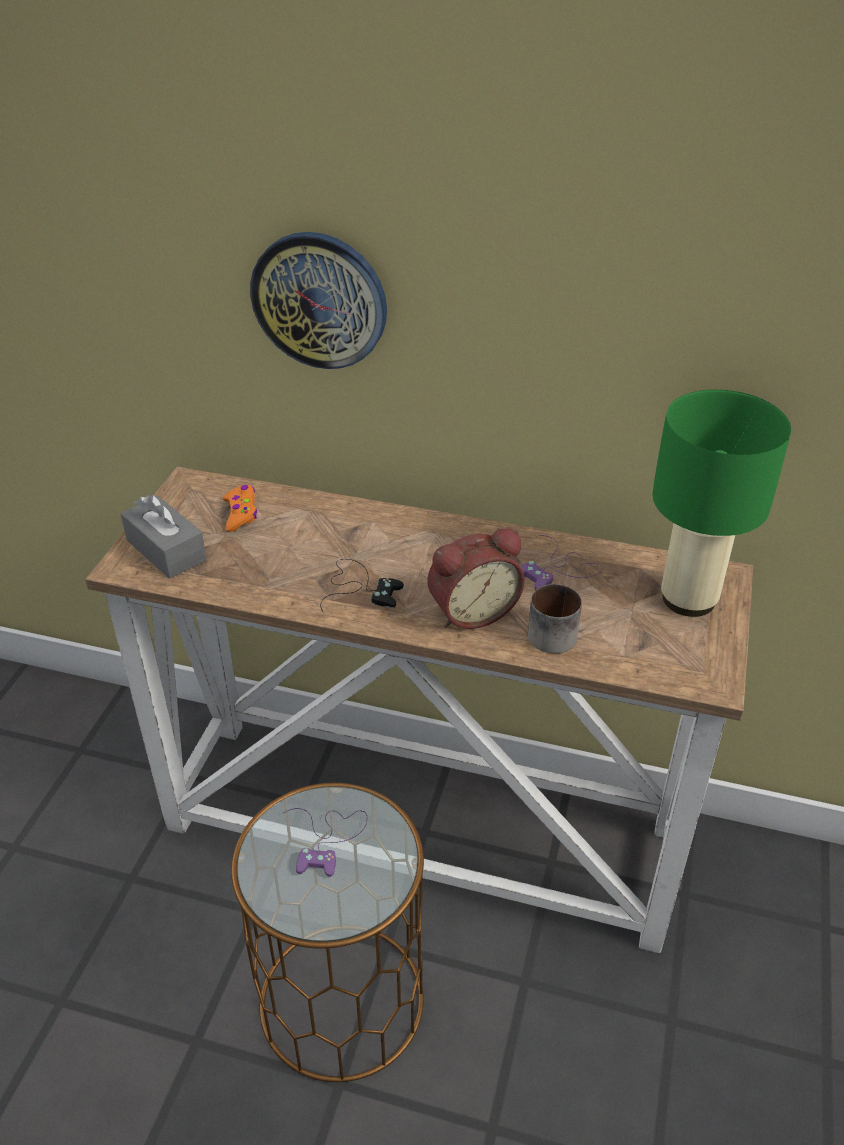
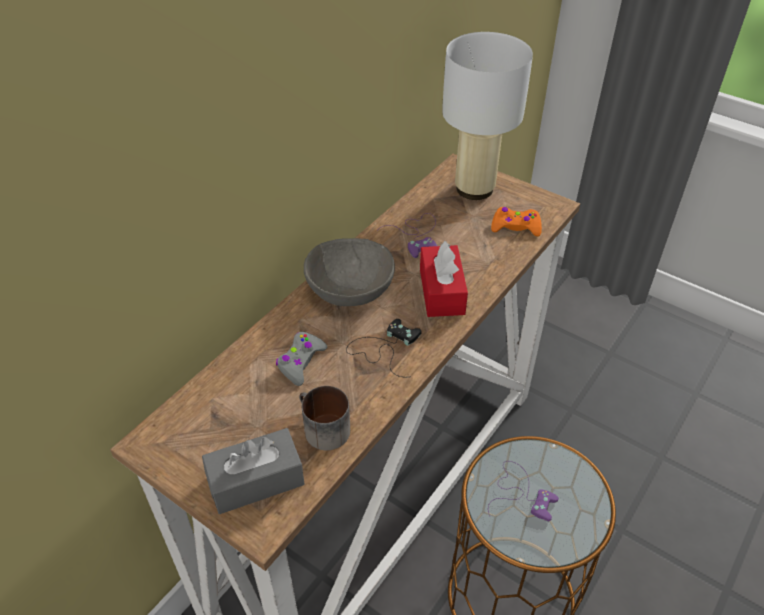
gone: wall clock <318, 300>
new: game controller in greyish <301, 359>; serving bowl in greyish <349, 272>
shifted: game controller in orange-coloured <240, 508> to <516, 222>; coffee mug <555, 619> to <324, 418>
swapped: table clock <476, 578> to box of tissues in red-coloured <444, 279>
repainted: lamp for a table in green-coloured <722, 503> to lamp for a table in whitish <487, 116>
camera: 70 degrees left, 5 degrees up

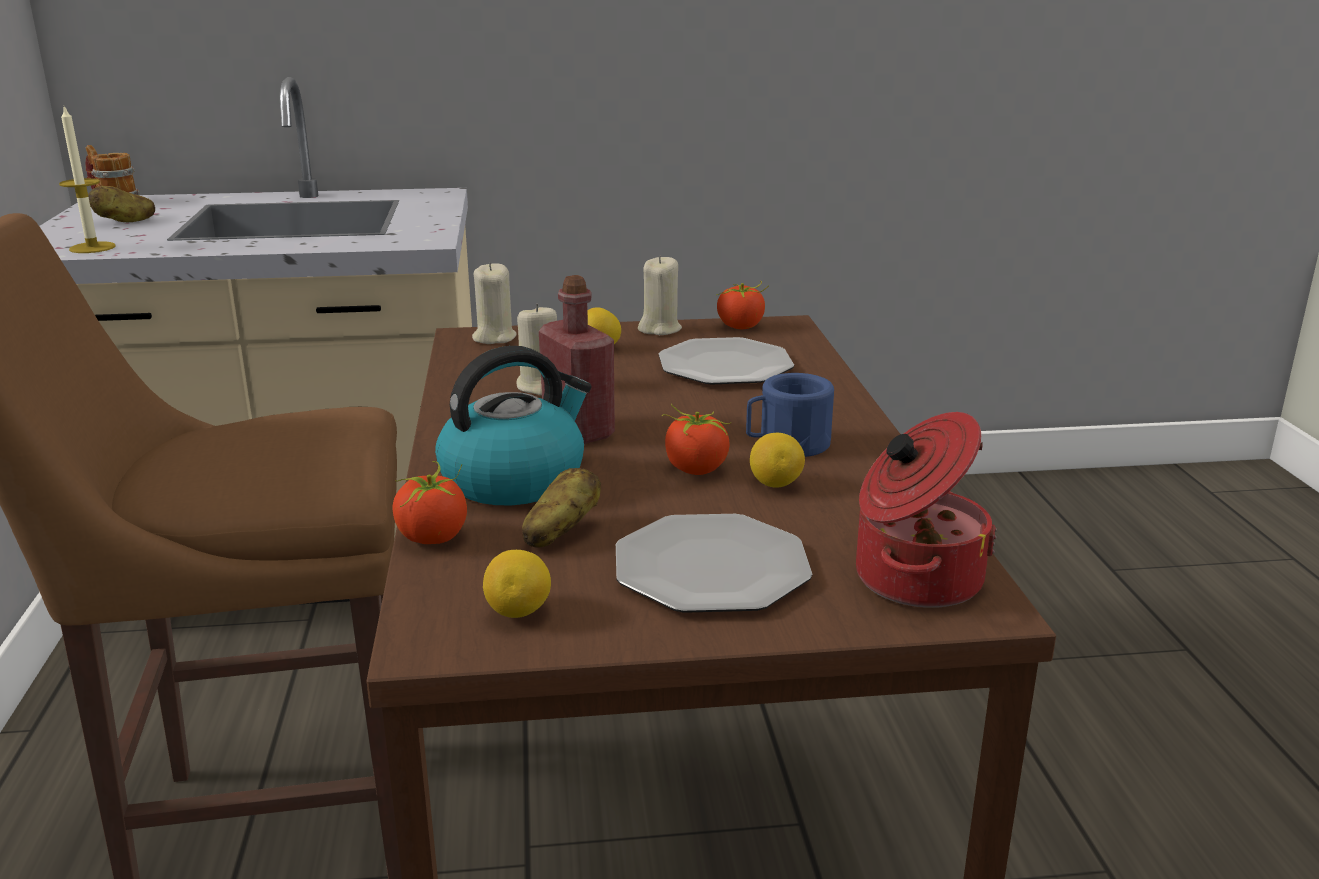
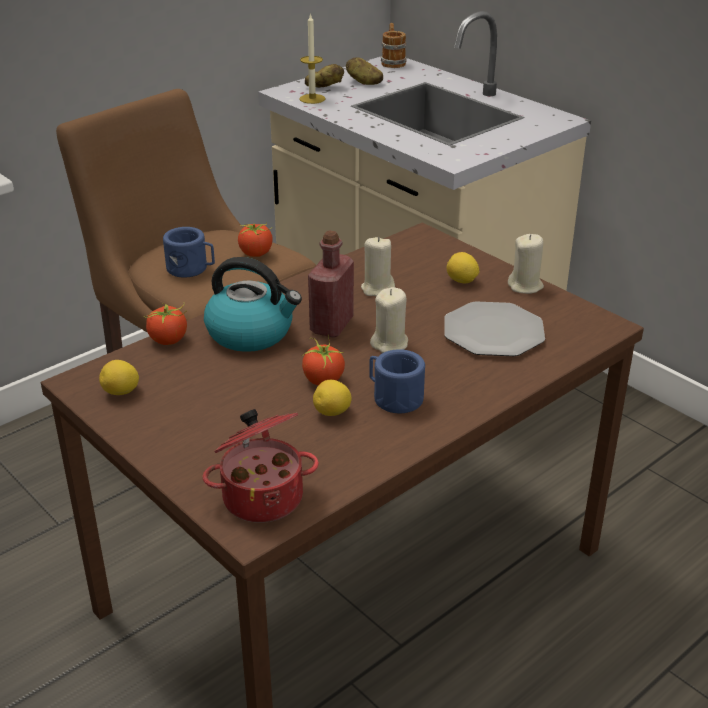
gone: dinner plate <714, 563>
new: coffee mug in blue <189, 252>
shifted: candle in sand-coloured <494, 303> to <389, 320>; whole potato <561, 508> to <324, 75>; tomato <743, 305> to <255, 239>
camera: 55 degrees right, 10 degrees up

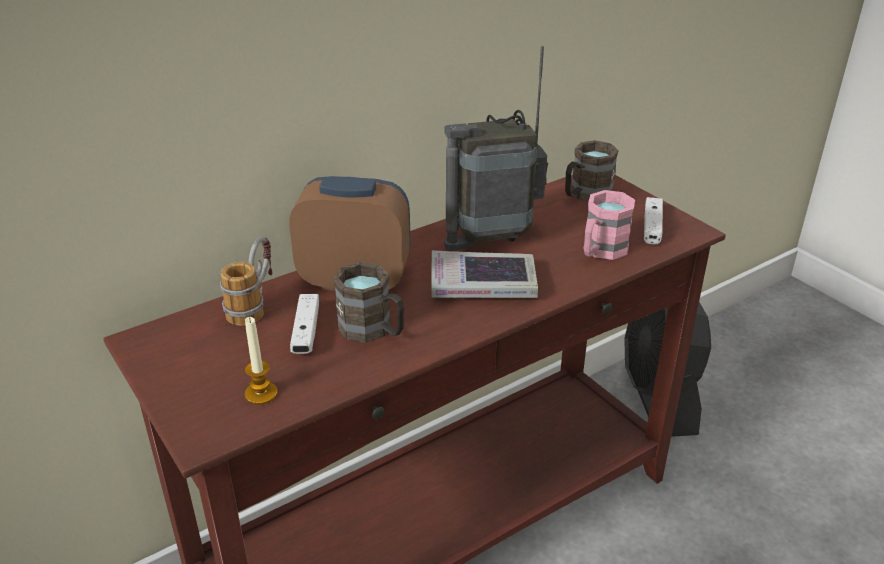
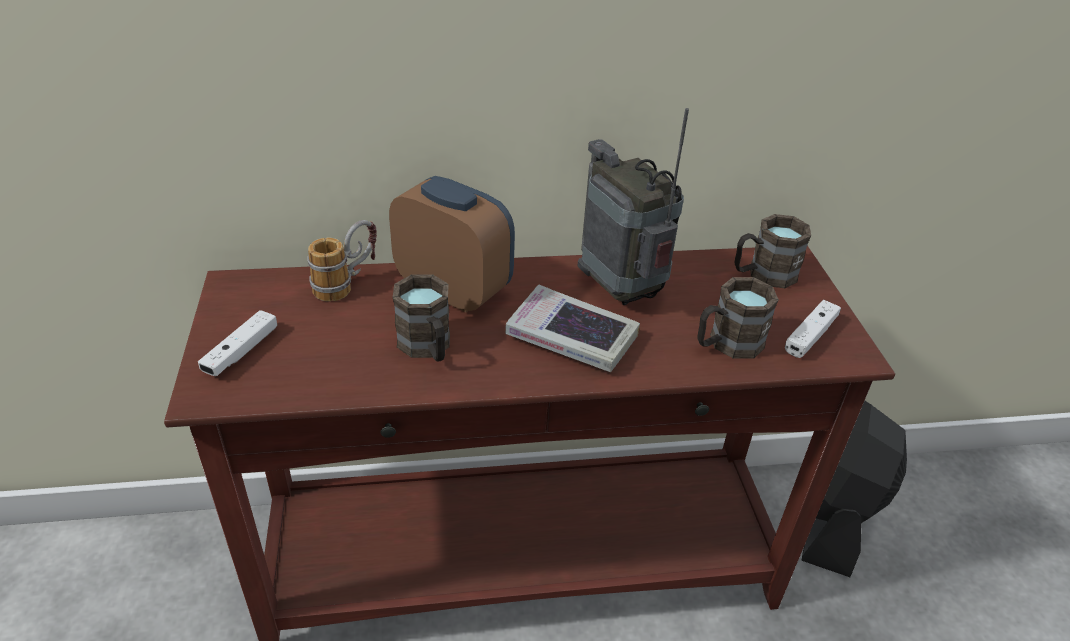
gone: candle <261, 361>
shifted: game controller in whitish <304, 324> to <237, 343>
repainted: coffee mug in pink <609, 225> to coffee mug in brown-coloured <738, 318>
rotated: radio <496, 148> = <633, 206> 45 degrees clockwise
camera: 25 degrees right, 5 degrees up

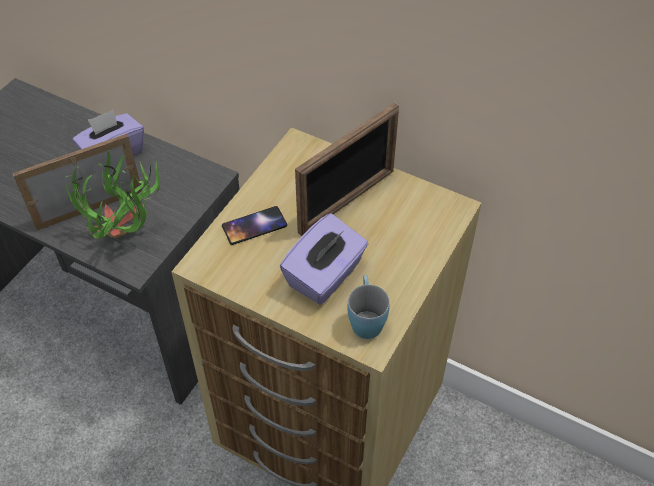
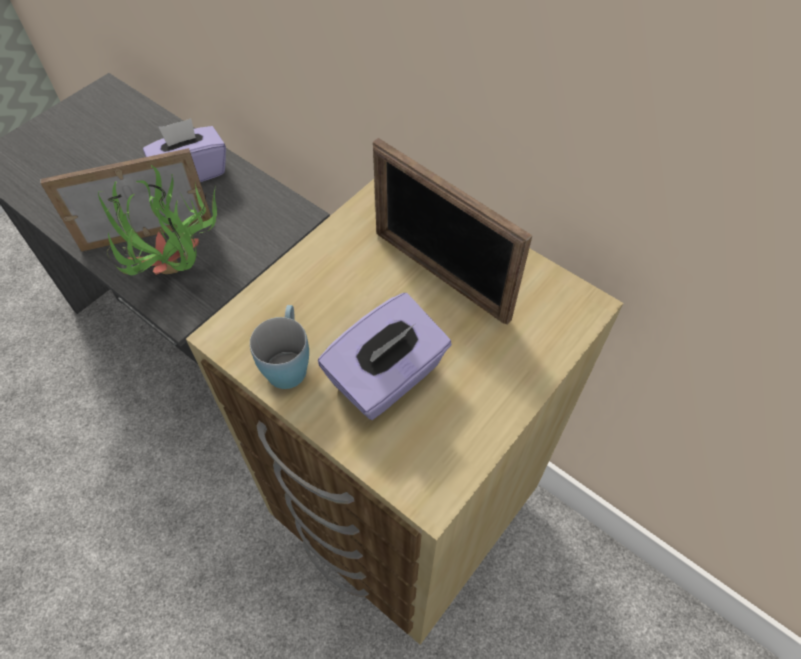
gone: handset <254, 225>
shifted: coffee mug in blue <369, 307> to <279, 347>
rotated: picture frame <347, 169> = <453, 231> 75 degrees clockwise
camera: 10 degrees right, 5 degrees up

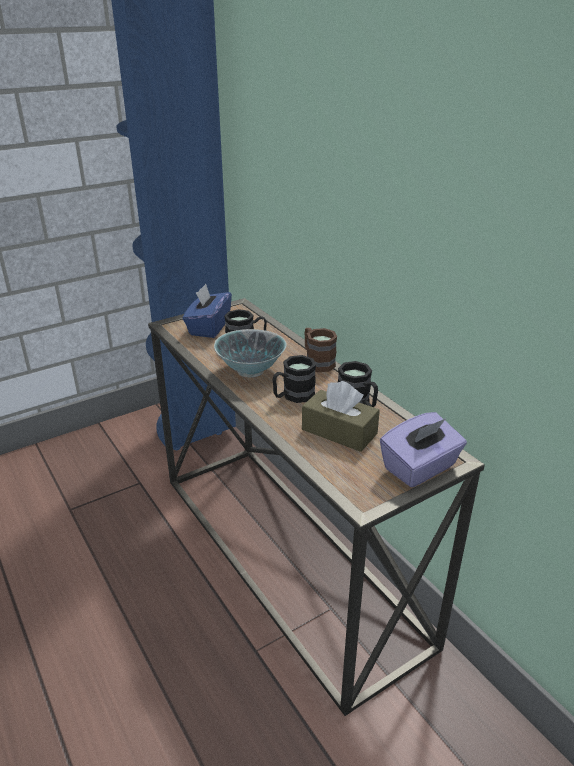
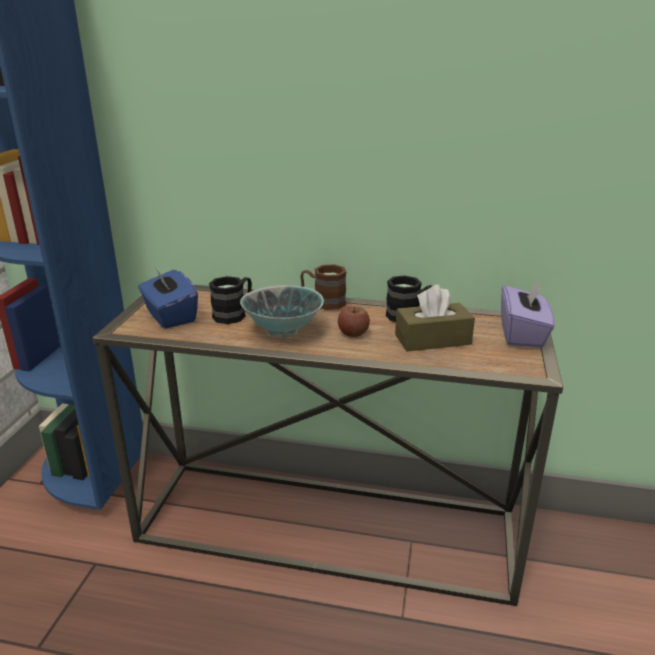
swapped: coffee mug in black-coloured <294, 379> to apple <354, 321>
camera: 45 degrees left, 5 degrees down

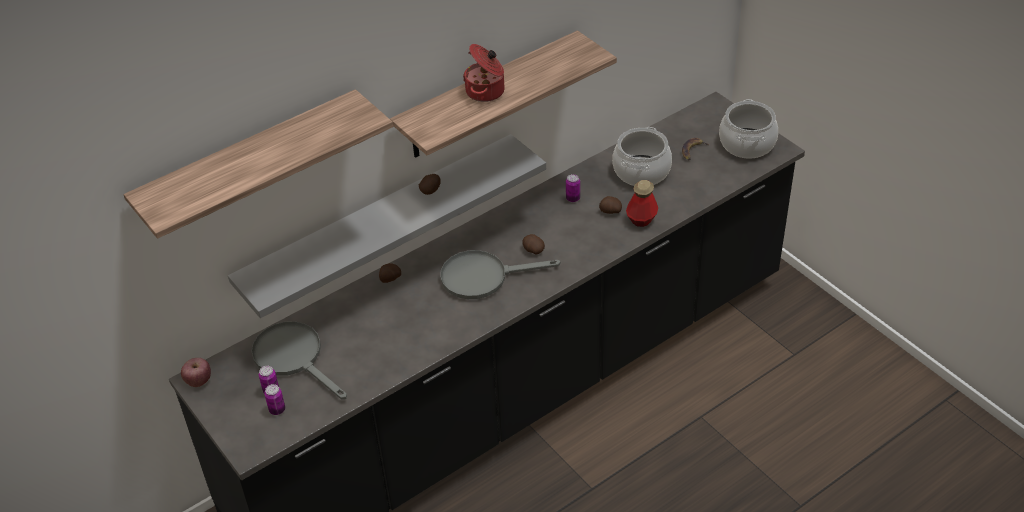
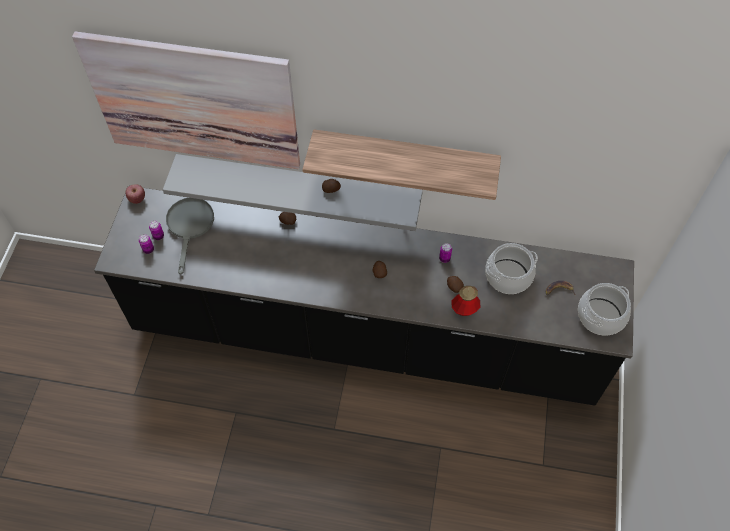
gone: pan in greyish <500, 274>; cooking pot <484, 73>
swapped: shelf <258, 164> to wall art <186, 100>
camera: 45 degrees right, 15 degrees up

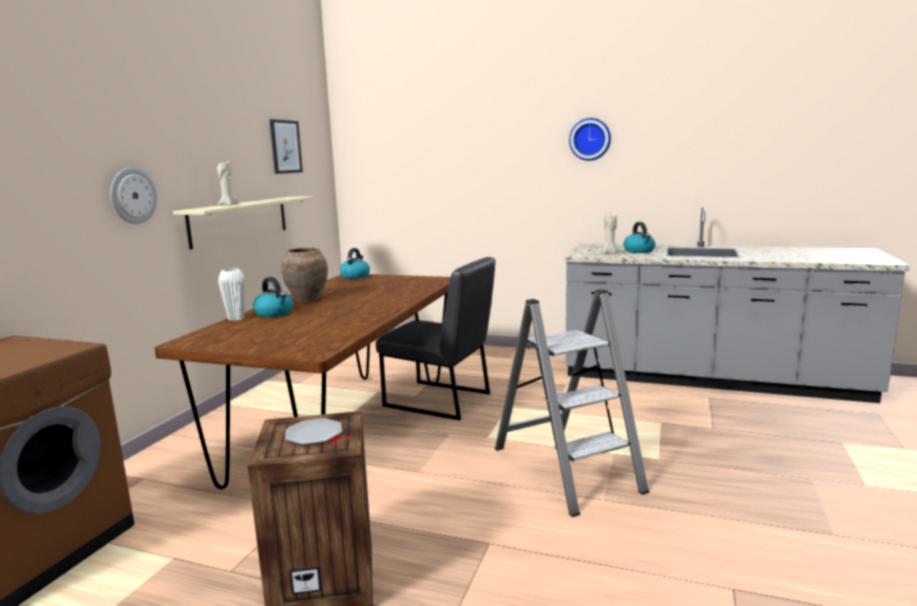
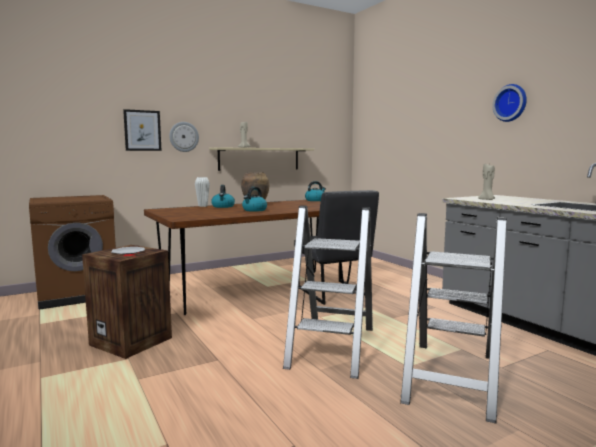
new: stepladder in greyish <453, 318>
shifted: wall art <286, 146> to <142, 130>; water kettle <639, 237> to <254, 199>
camera: 40 degrees right, 5 degrees down

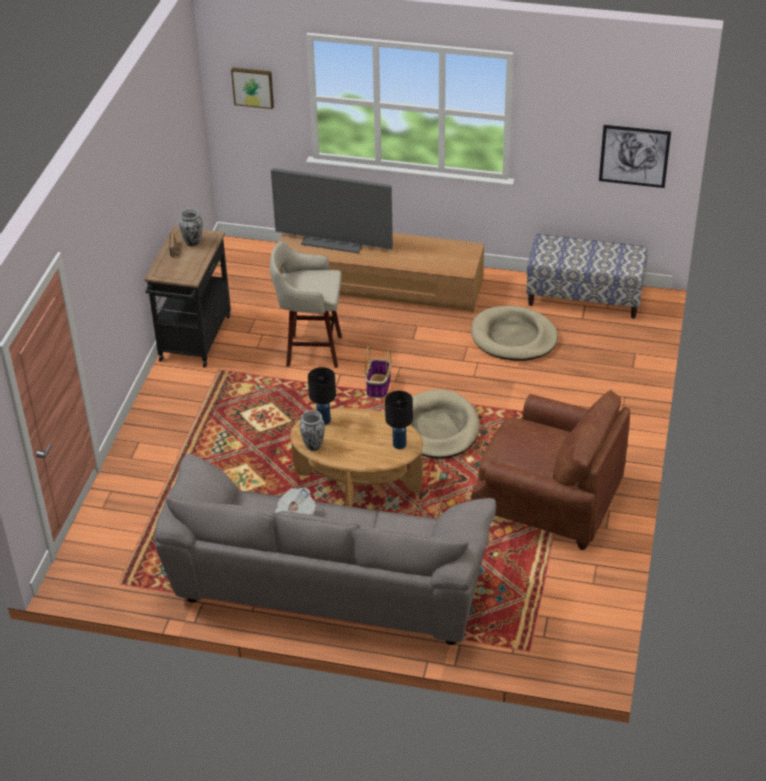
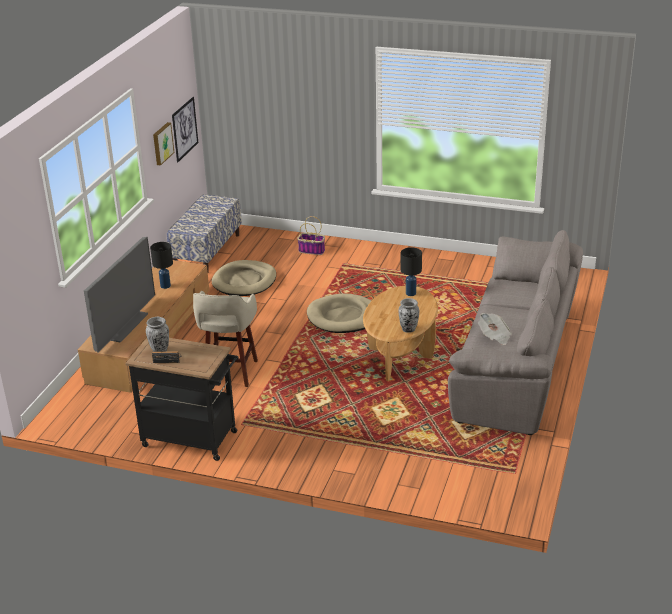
gone: armchair in brown-coloured <550, 470>
shifted: wall art <252, 88> to <163, 144>; lamp for a table in black-coloured <322, 396> to <161, 265>; basket <378, 372> to <311, 235>
camera: 85 degrees left, 10 degrees down

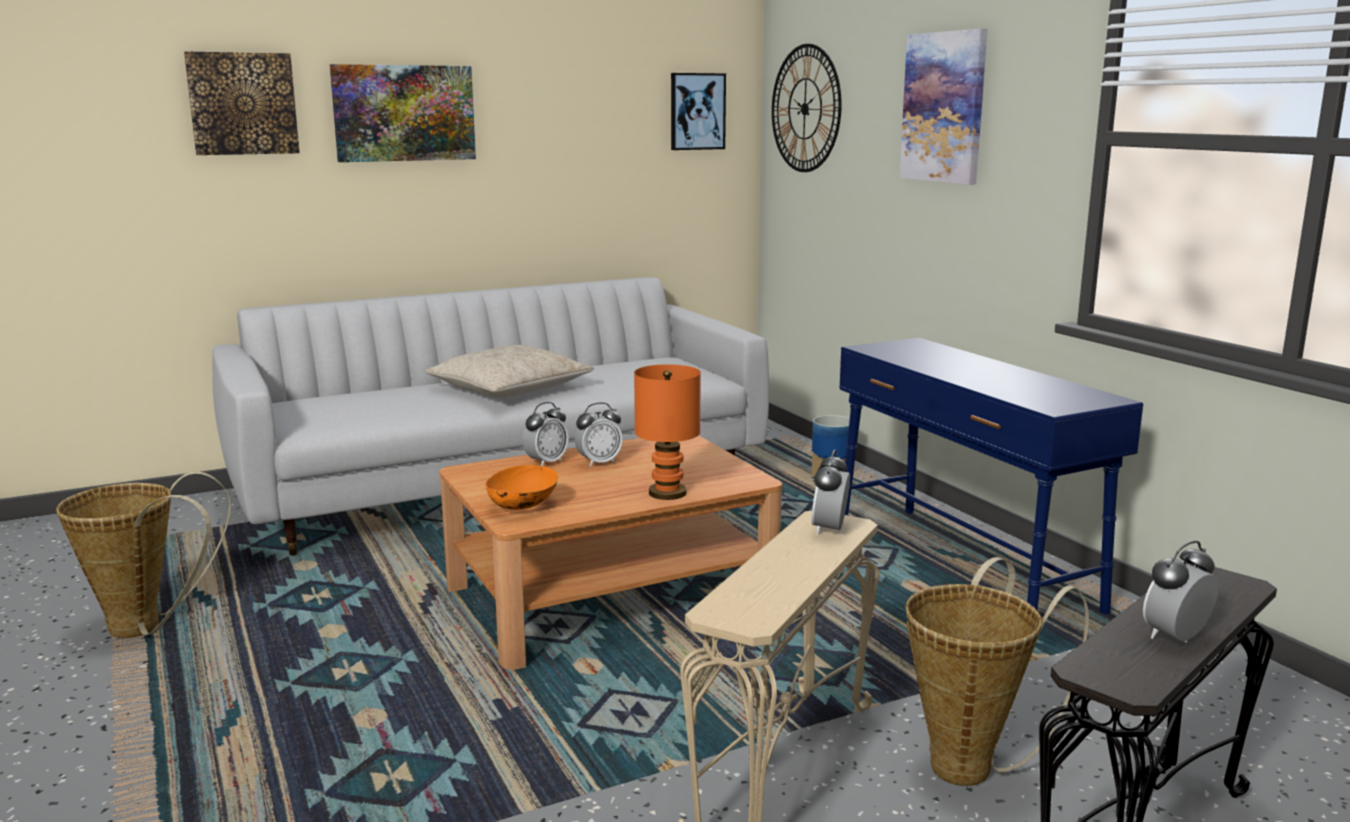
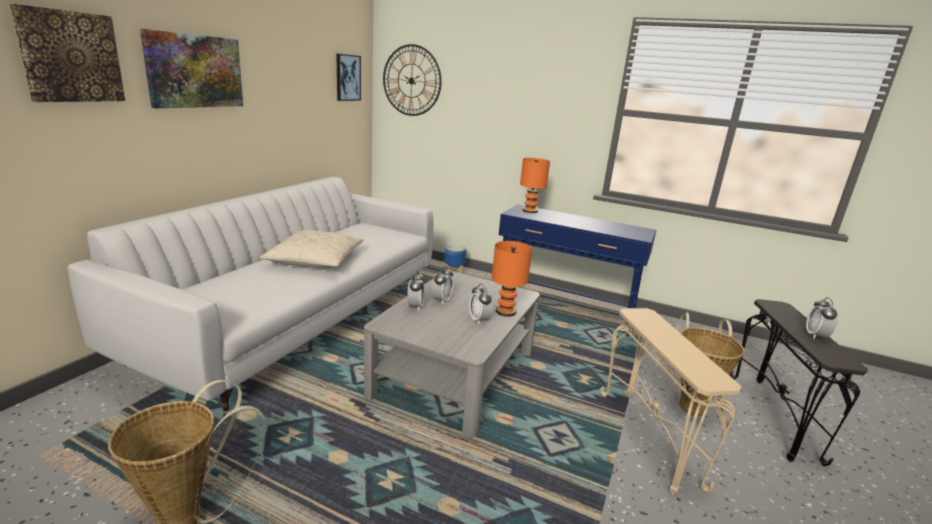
gone: serving bowl in orange-coloured <521, 487>; wall art <943, 107>
new: lamp for a table in orange-coloured <535, 185>
shifted: table clock <831, 492> to <481, 304>
repainted: low table in brown-coloured <610, 553> to low table in greyish <452, 354>
camera: 40 degrees left, 5 degrees up

